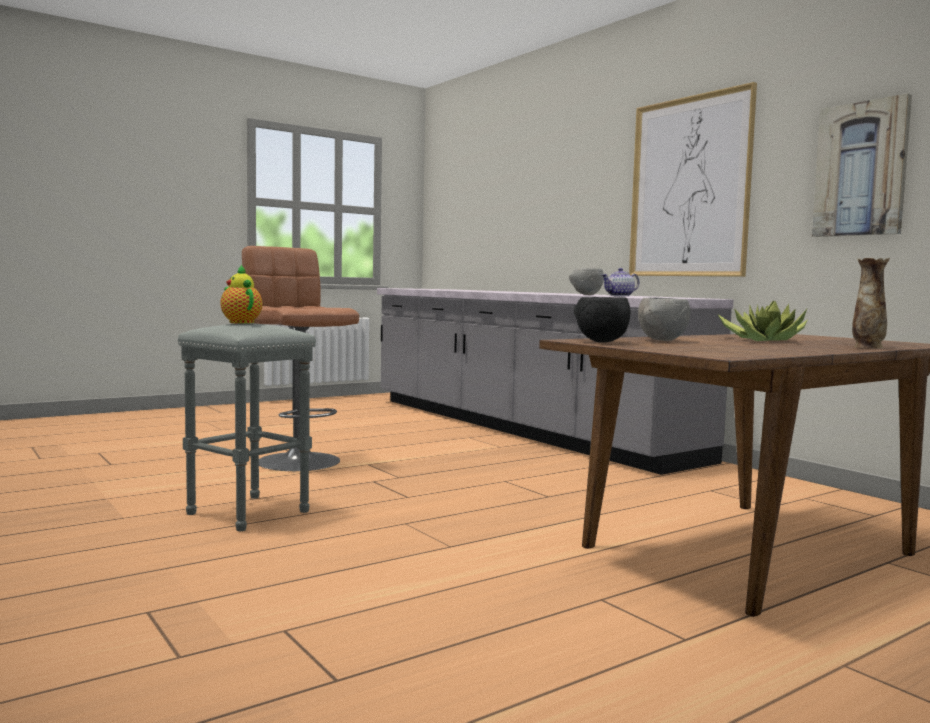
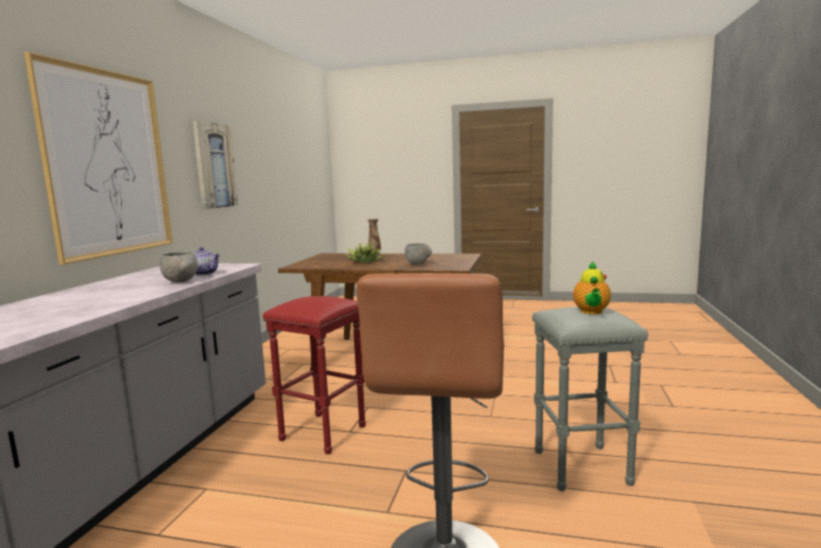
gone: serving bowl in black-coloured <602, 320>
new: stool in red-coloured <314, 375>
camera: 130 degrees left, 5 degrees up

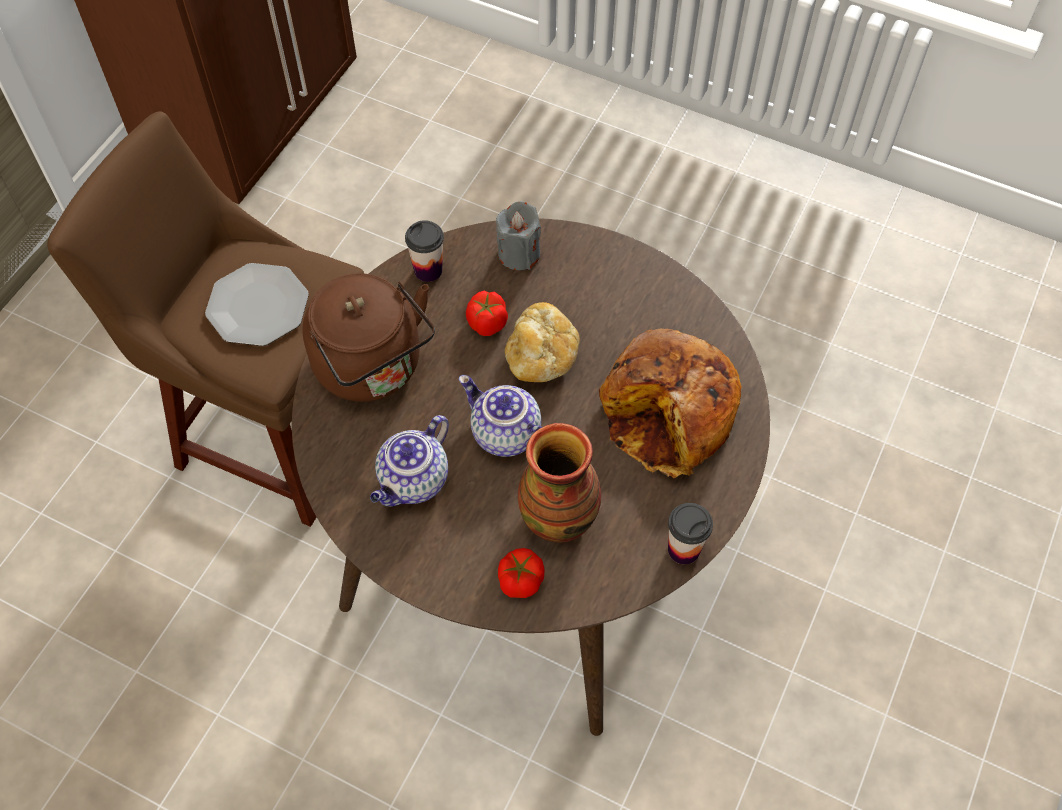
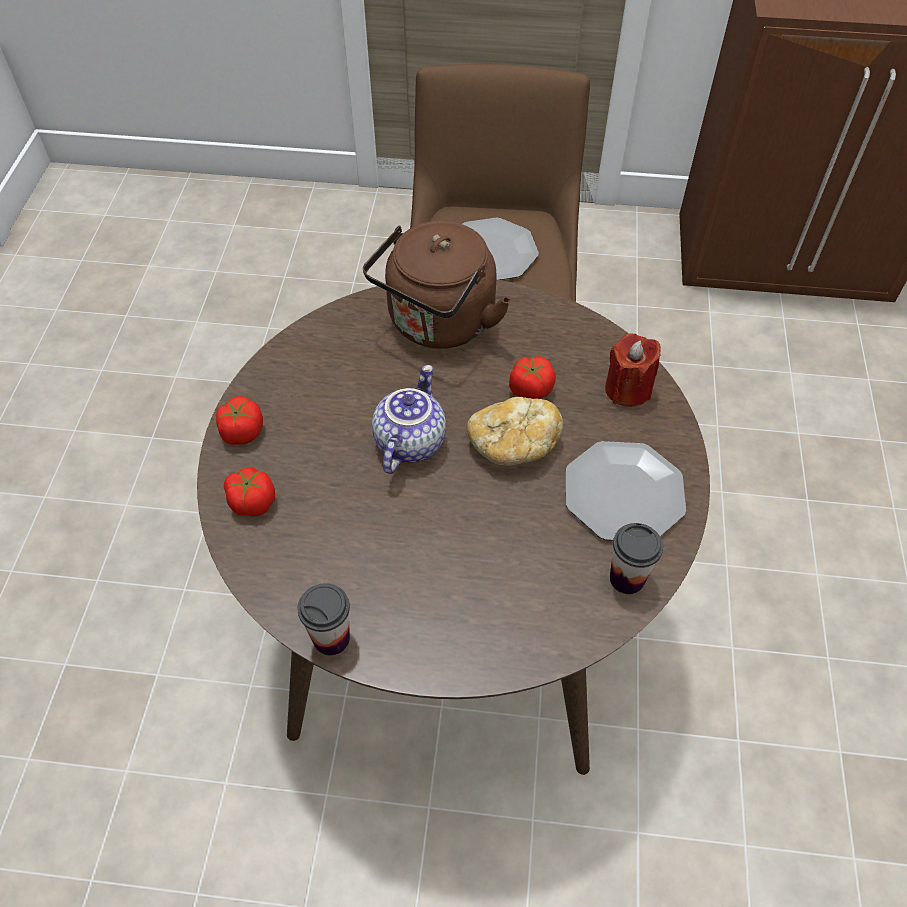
gone: pot for tea <409, 461>; vase <559, 483>; bread <670, 403>
new: tomato <239, 420>; dinner plate <626, 490>
shifted: small cup <424, 251> to <636, 558>
repainted: candle in greyish <518, 235> to candle in red-coloured <633, 370>
camera: 70 degrees right, 5 degrees down

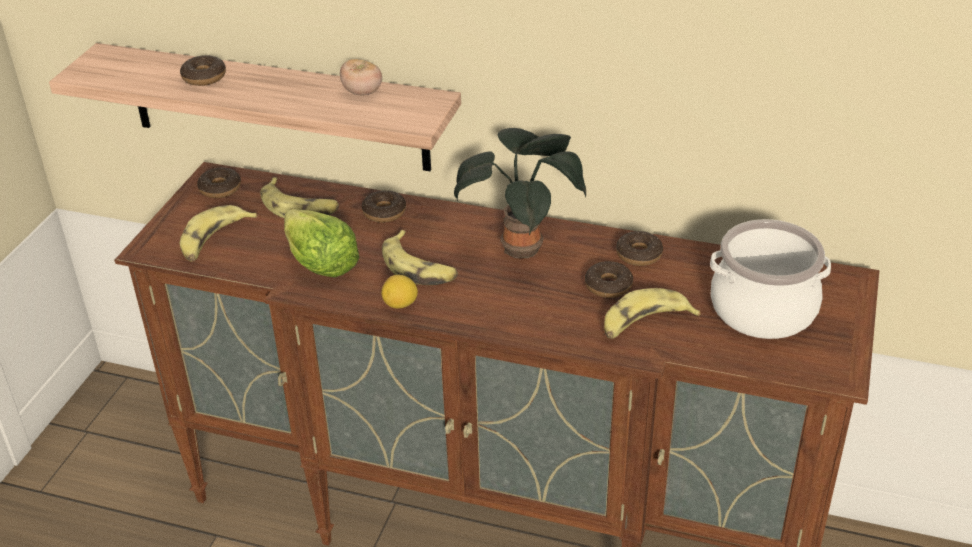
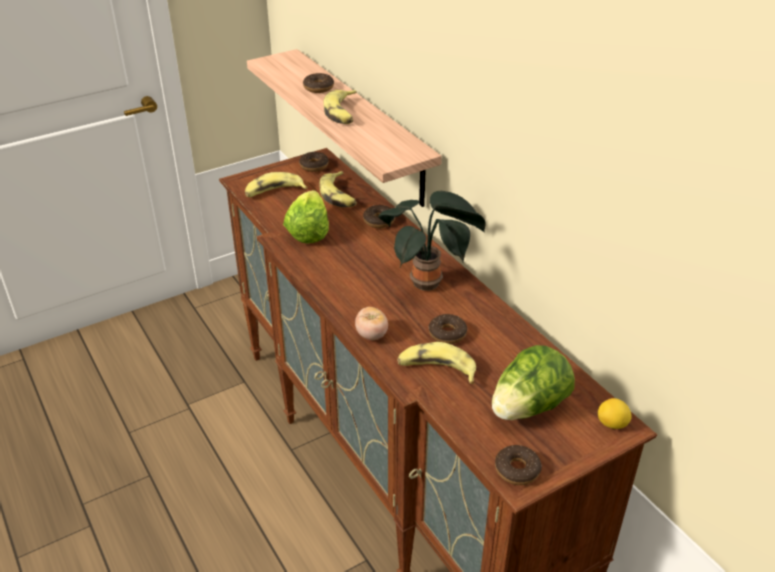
shifted: tomato <361, 77> to <371, 323>; citrus fruit <399, 291> to <615, 413>; whole banana <420, 257> to <340, 107>; ring doughnut <639, 248> to <518, 465>
swapped: cooking pot <770, 279> to lettuce head <533, 382>
camera: 40 degrees right, 0 degrees up

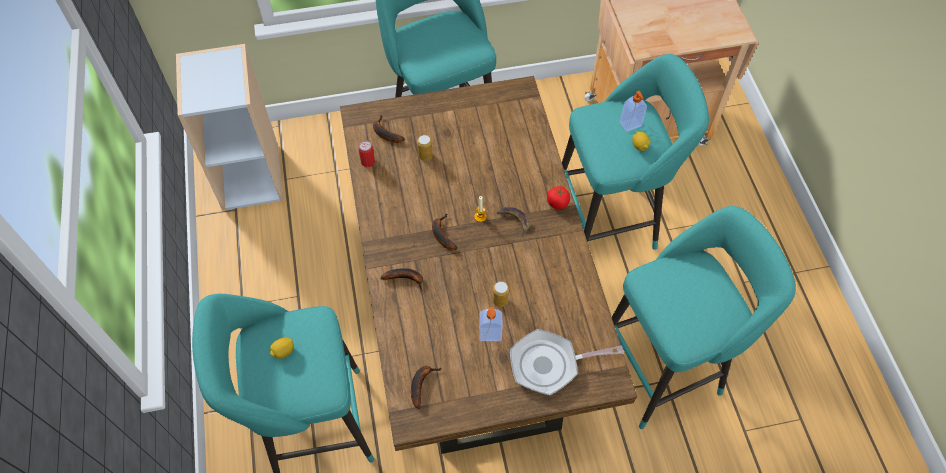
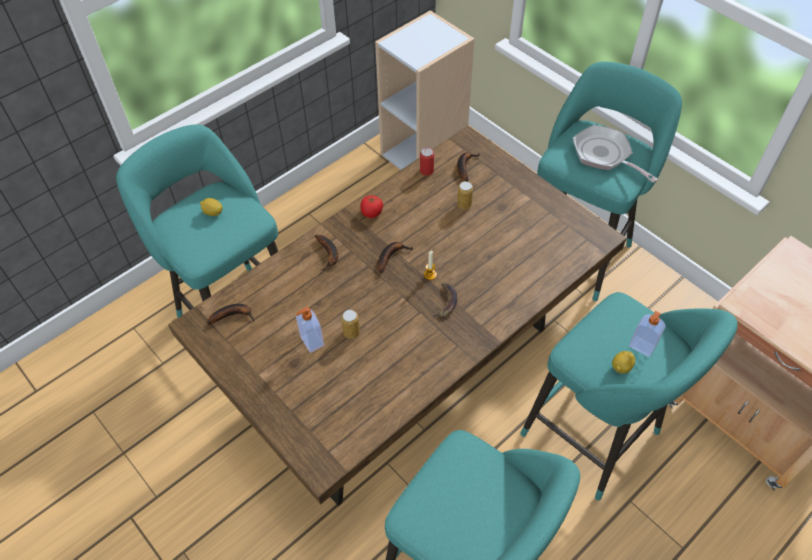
shifted: pan <567, 362> to <615, 154>; tomato <558, 197> to <371, 206>
camera: 60 degrees right, 5 degrees down

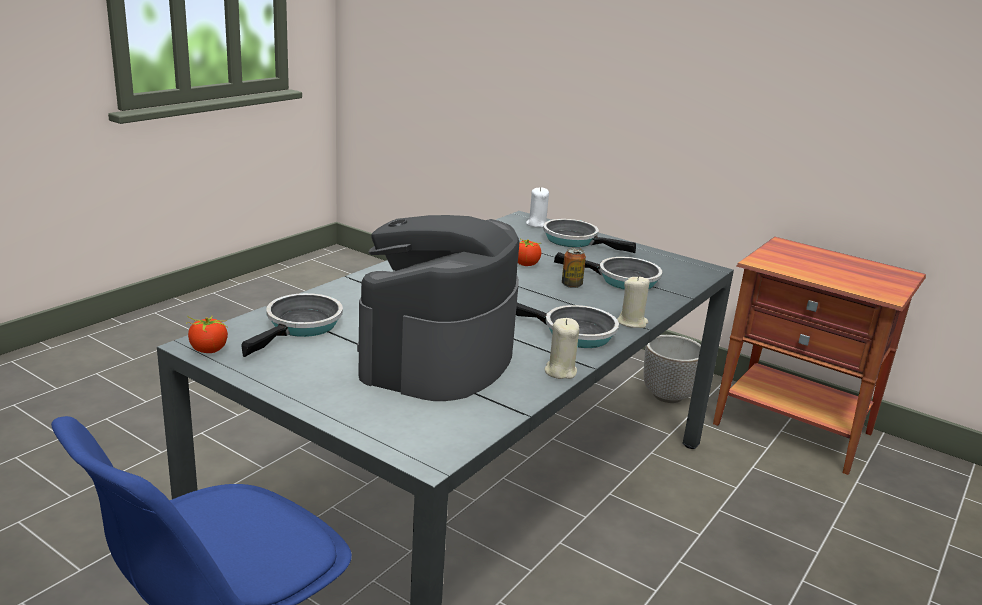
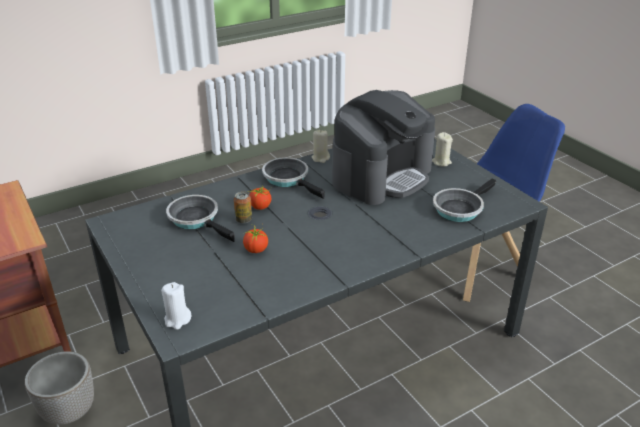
gone: pan <589, 236>
shifted: tomato <207, 334> to <260, 198>; candle in sand-coloured <633, 302> to <442, 149>
camera: 155 degrees left, 10 degrees up

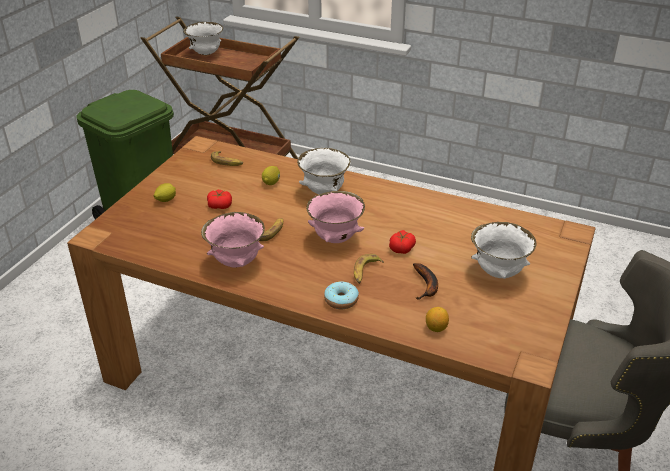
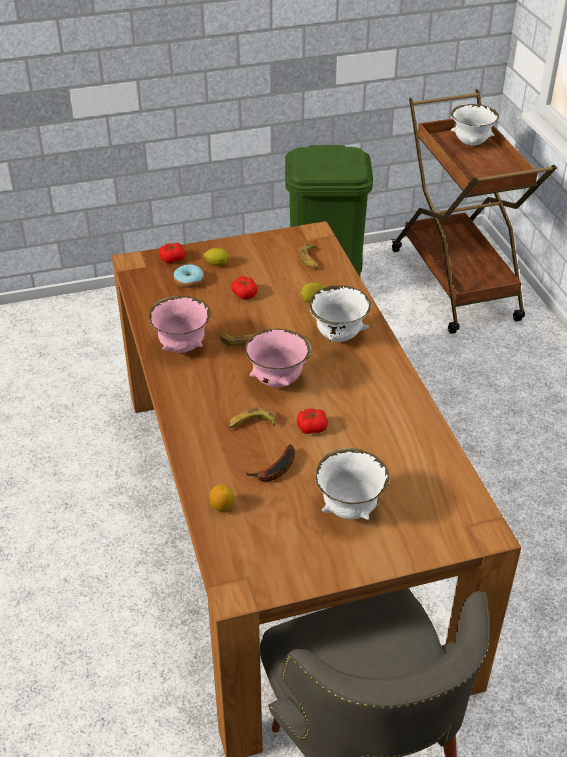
new: tomato <172, 253>
shifted: ring doughnut <341, 295> to <189, 276>
camera: 50 degrees right, 5 degrees up

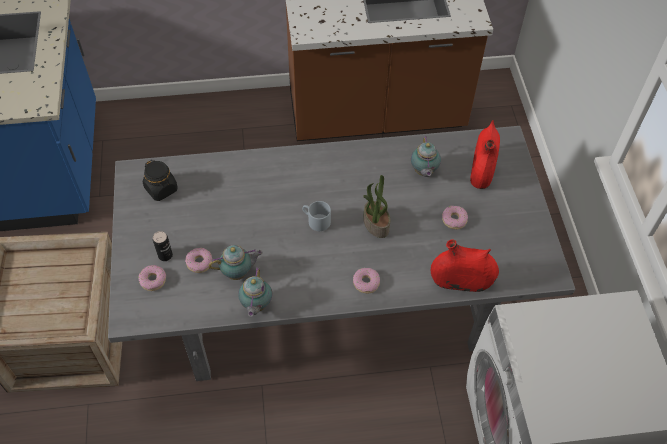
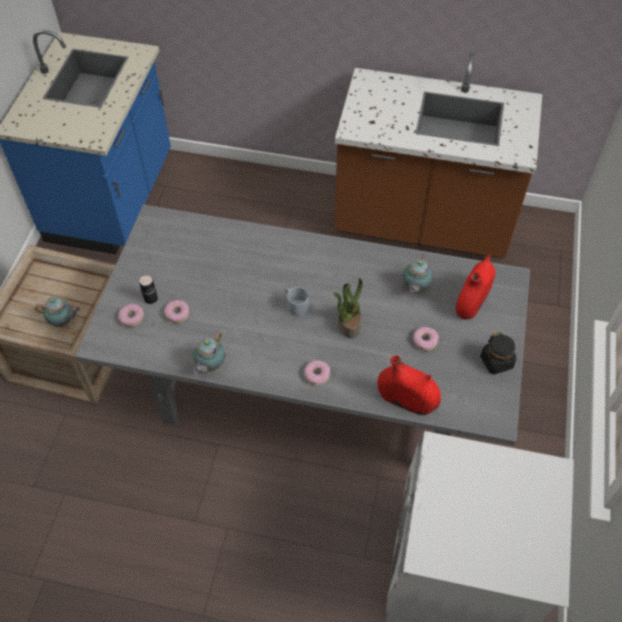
shifted: preserve jar in black-coloured <160, 180> to <498, 353>; pot for tea <235, 262> to <57, 312>
camera: 20 degrees right, 0 degrees up

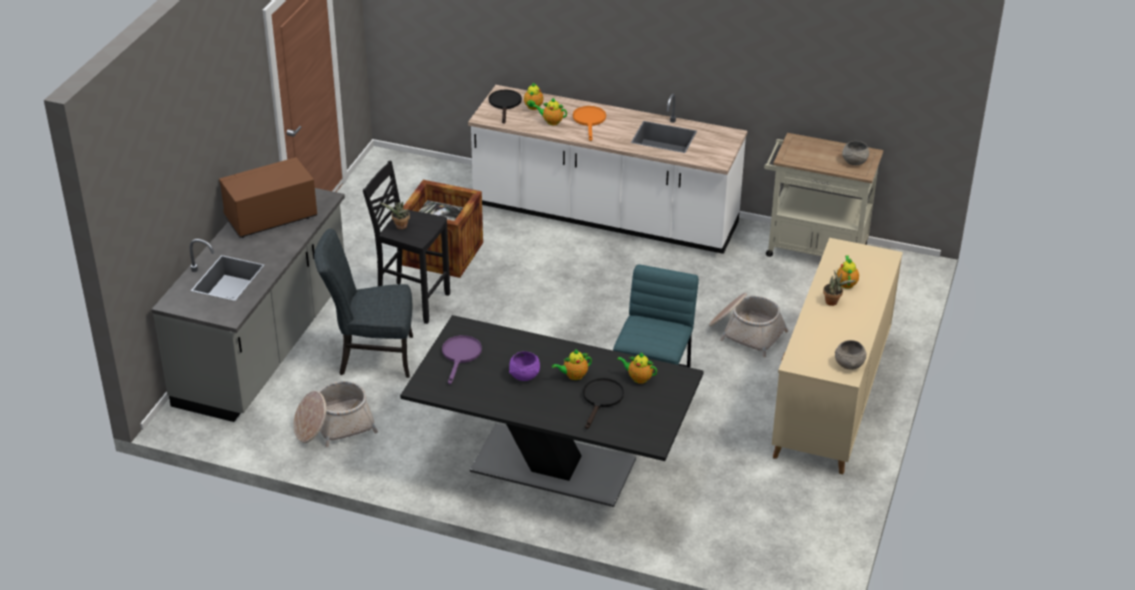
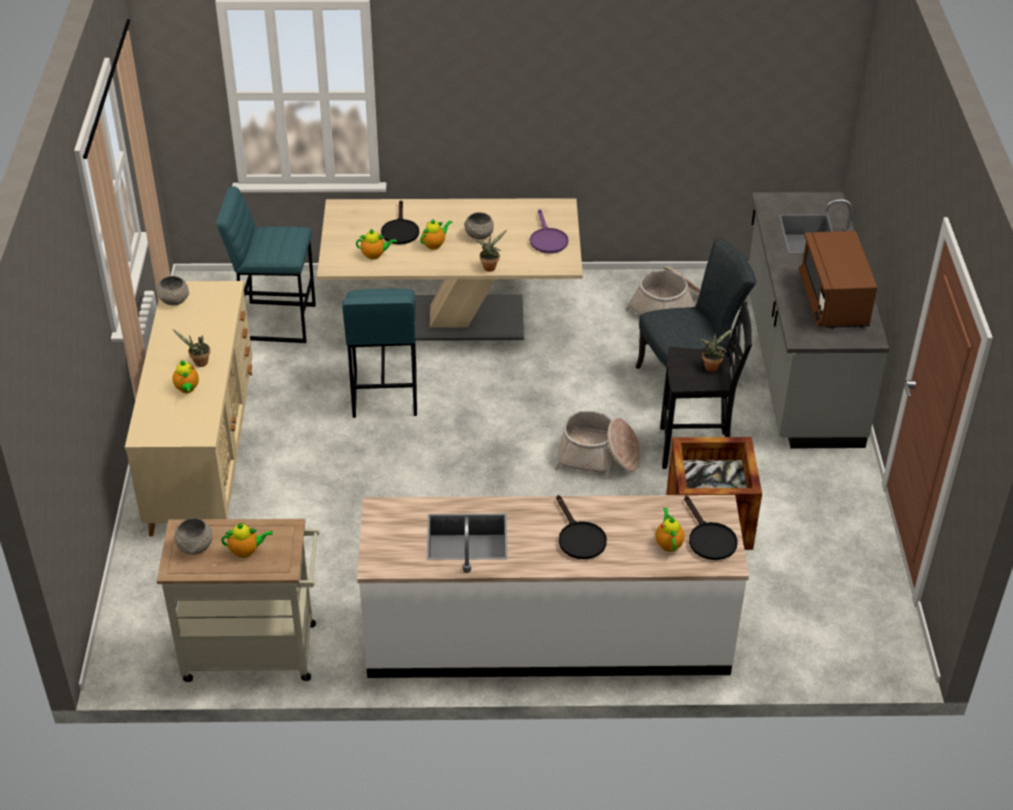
new: stool in turquoise-coloured <266, 264>; potted plant <491, 251>
shifted: pot for tea <550, 111> to <247, 540>; basket <748, 325> to <597, 445>
repainted: dinner table in black-coloured <552, 411> to dinner table in sand-coloured <450, 269>; serving bowl in purplish <524, 366> to serving bowl in greyish <479, 226>; pan in orange-coloured <589, 123> to pan in black-coloured <581, 527>
rotated: microwave oven in brown-coloured <268, 197> = <838, 280> 135 degrees clockwise
camera: 160 degrees right, 5 degrees up

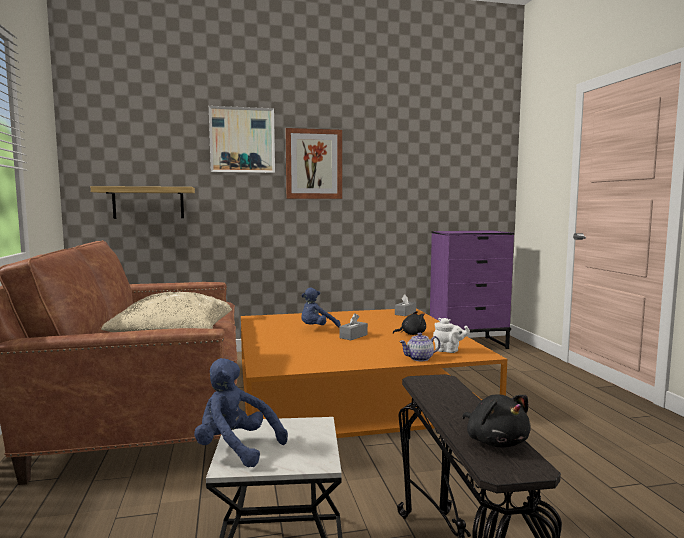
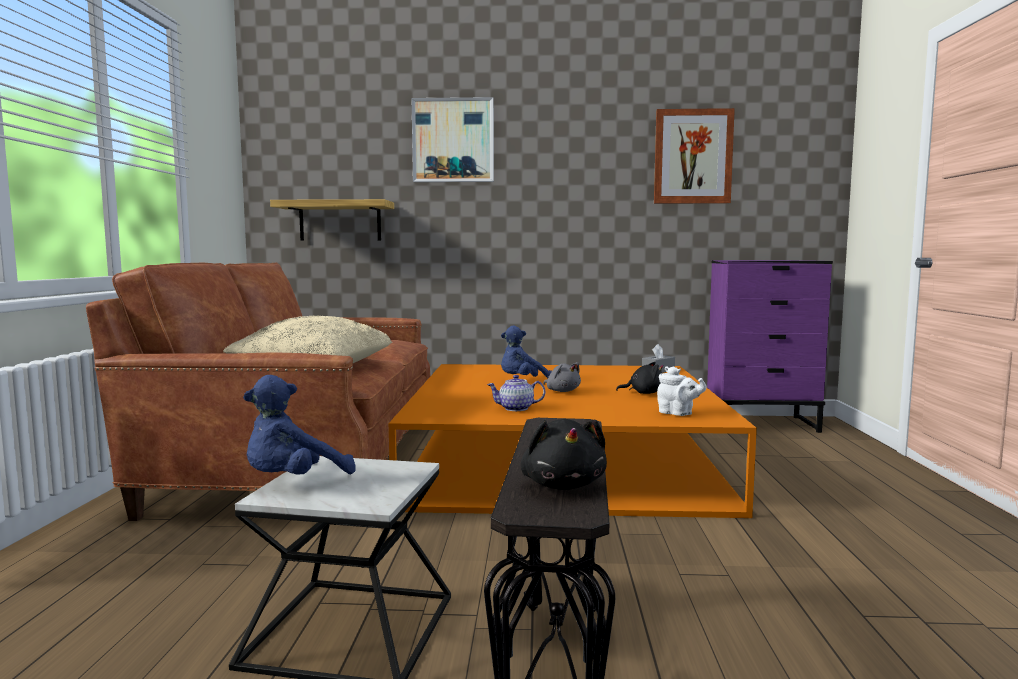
shifted: wall art <313, 163> to <694, 156>; pot for tea <419, 347> to <516, 393>
swapped: box of tissues in greyish <353, 326> to cuddly toy in greyish <562, 377>
rotated: cuddly toy in blue <241, 412> = <299, 425> 90 degrees counterclockwise
camera: 15 degrees right, 0 degrees up

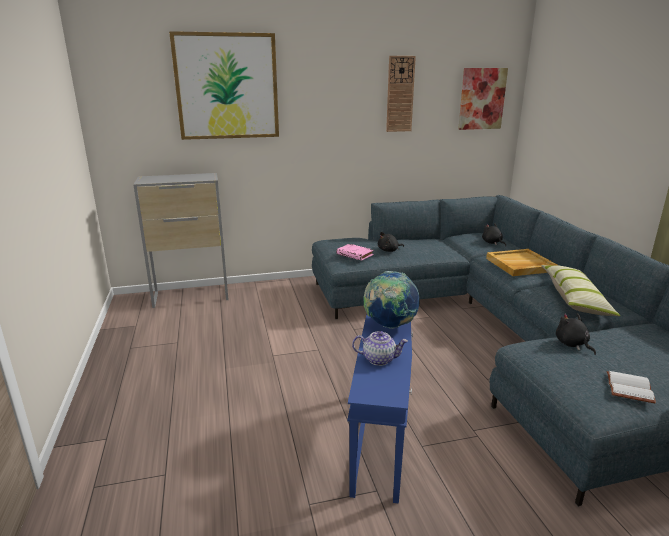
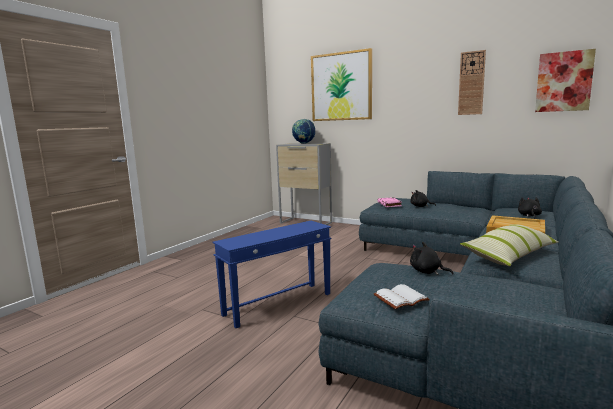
gone: pot for tea <380, 348>
shifted: desk globe <392, 300> to <303, 131>
rotated: cuddly toy in black-coloured <576, 334> = <431, 258> 75 degrees counterclockwise
camera: 45 degrees right, 10 degrees down

